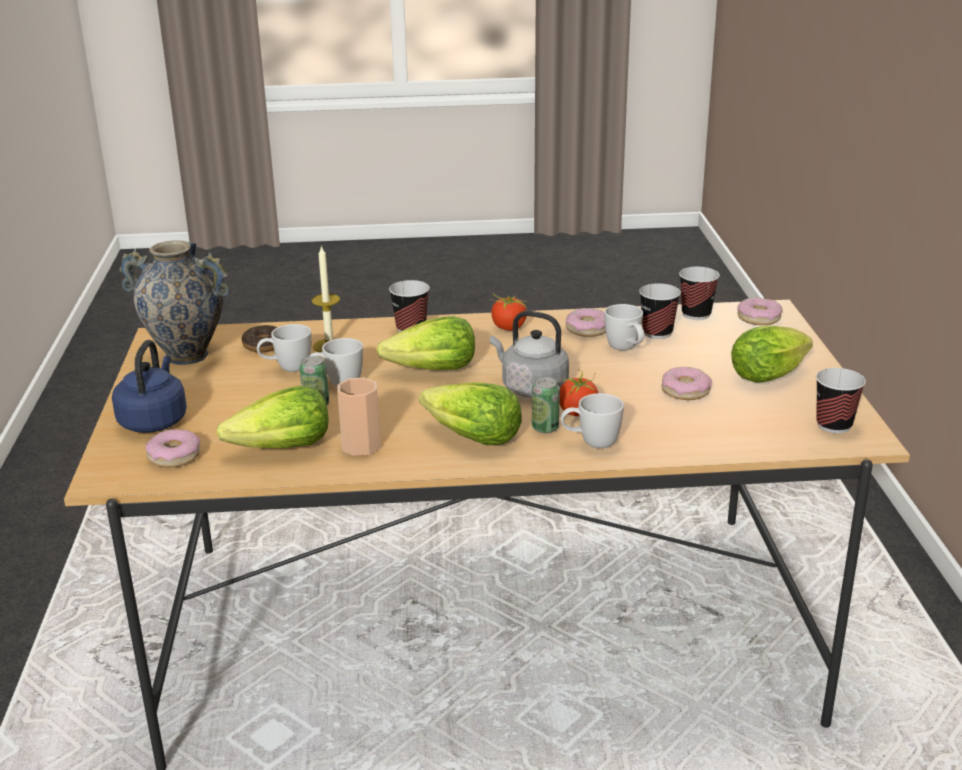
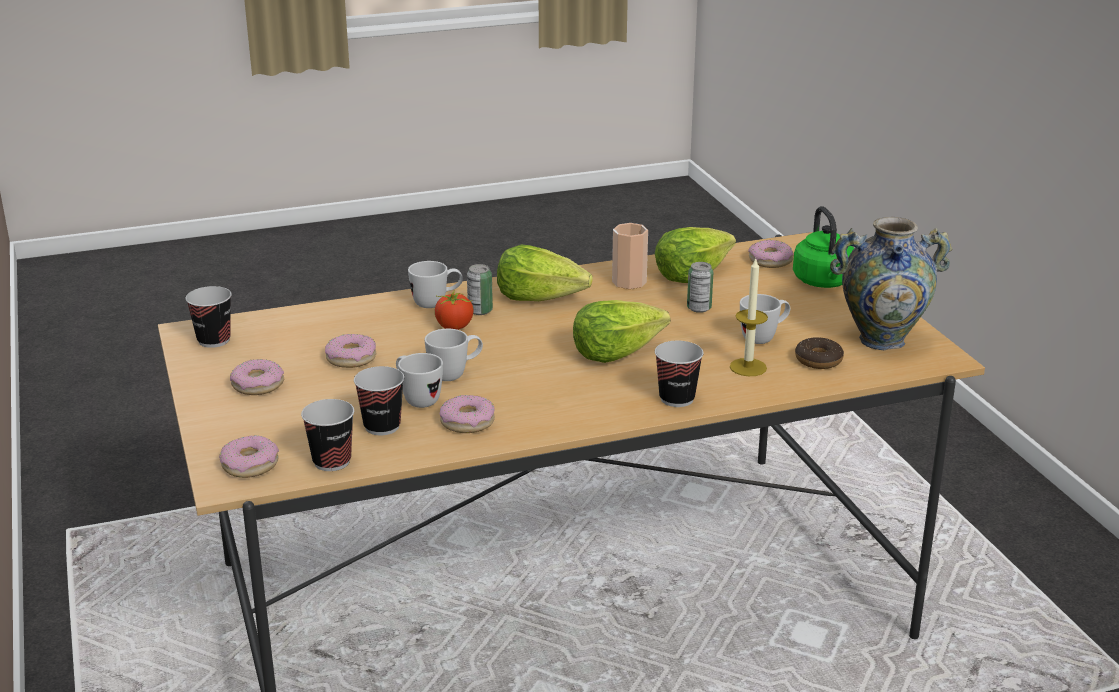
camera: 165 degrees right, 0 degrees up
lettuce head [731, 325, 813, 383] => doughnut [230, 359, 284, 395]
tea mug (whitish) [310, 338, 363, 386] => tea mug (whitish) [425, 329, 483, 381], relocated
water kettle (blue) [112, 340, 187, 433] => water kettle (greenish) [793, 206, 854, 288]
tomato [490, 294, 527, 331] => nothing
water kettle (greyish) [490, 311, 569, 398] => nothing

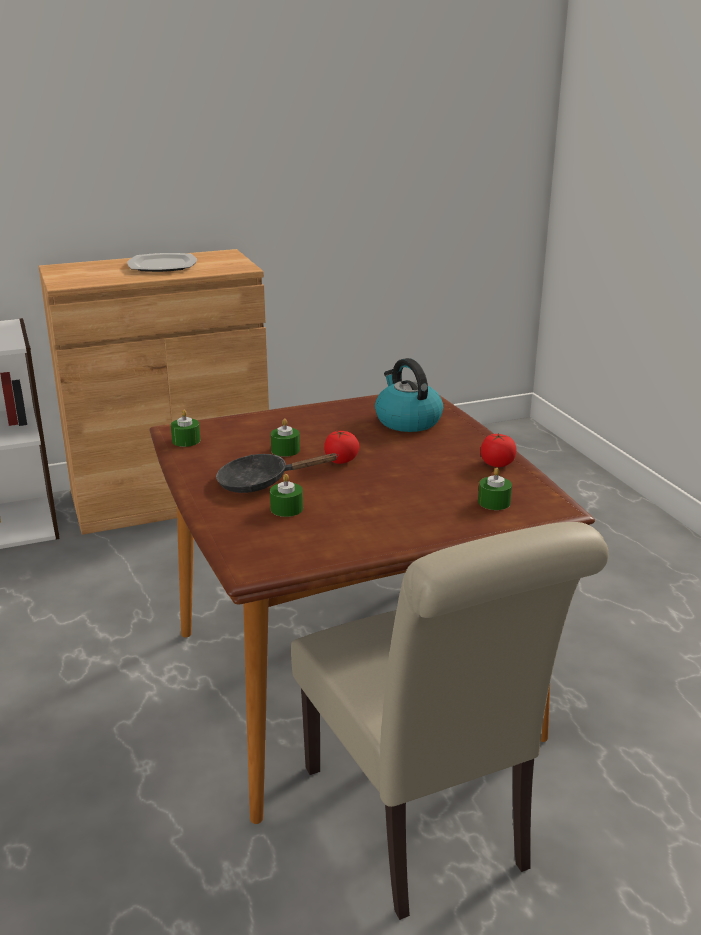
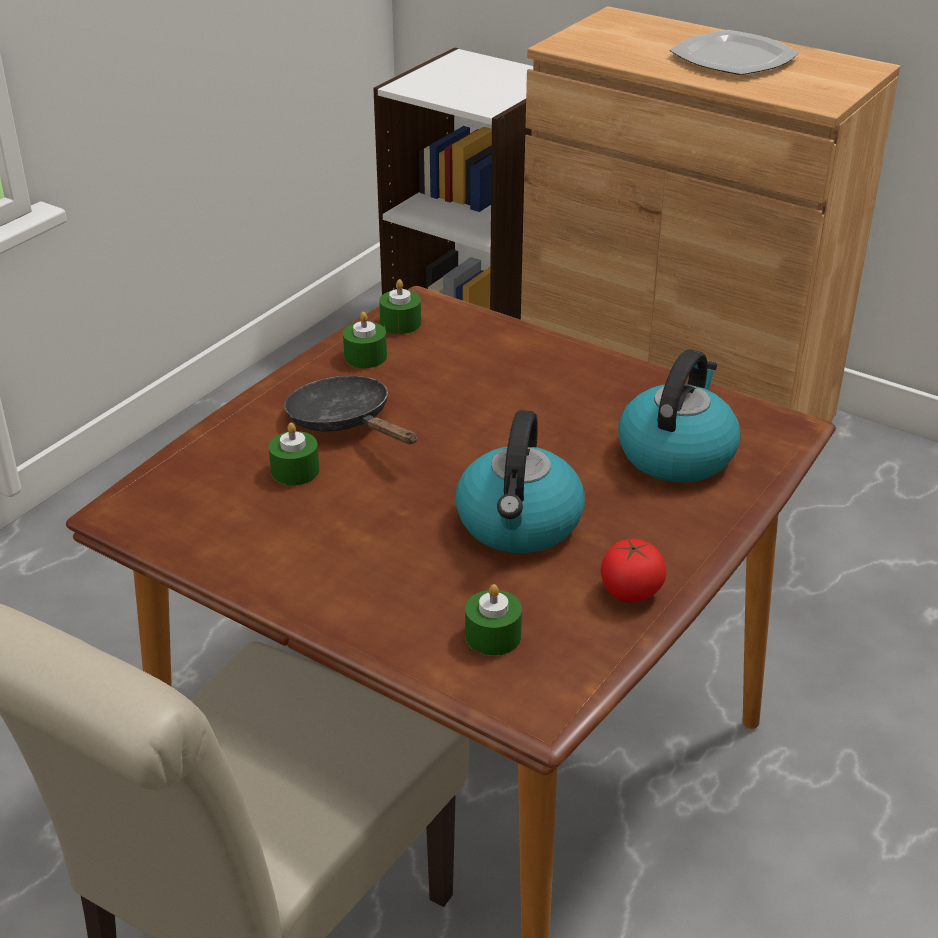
camera: 55 degrees right, 10 degrees up
wax candle (greenish) [271, 418, 300, 457] => wax candle (greenish) [343, 312, 387, 368], relocated
nothing => water kettle [455, 410, 585, 553]
tomato [324, 430, 359, 464] => nothing

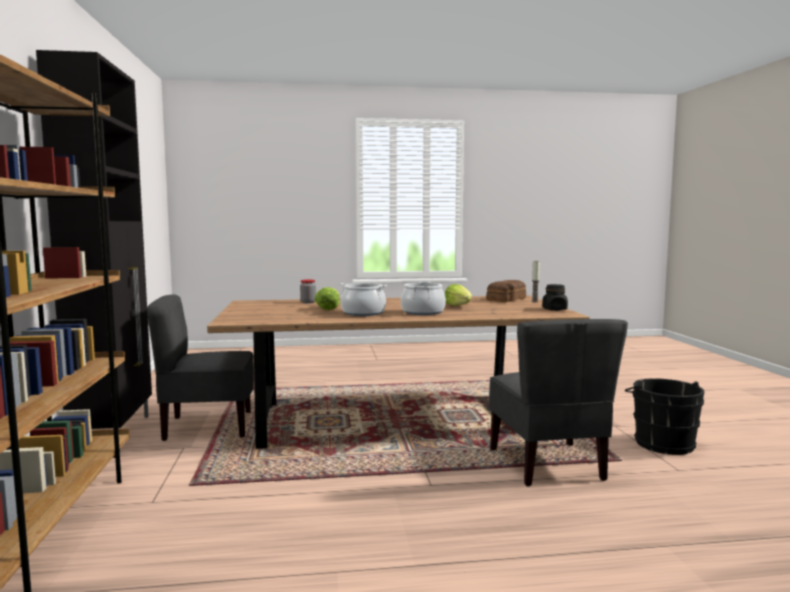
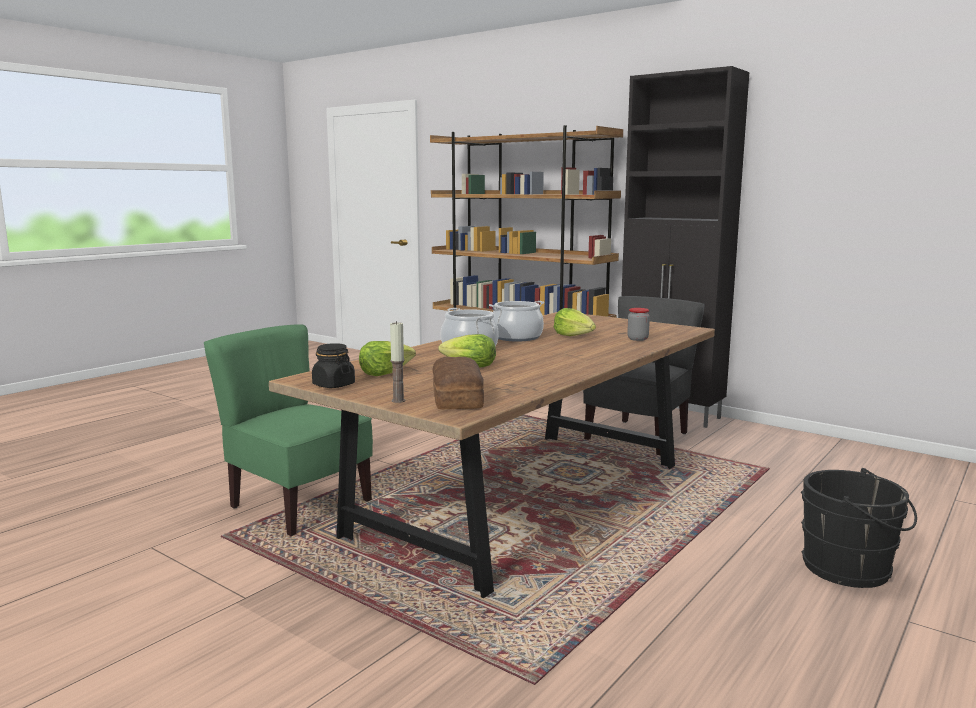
camera: 135 degrees right, 5 degrees up
upright chair (greyish) [489, 319, 628, 486] => upright chair (greenish) [204, 324, 373, 536]
nothing => lettuce head [359, 341, 416, 376]
bucket (black) [625, 378, 704, 455] => bucket (black) [801, 468, 917, 588], relocated

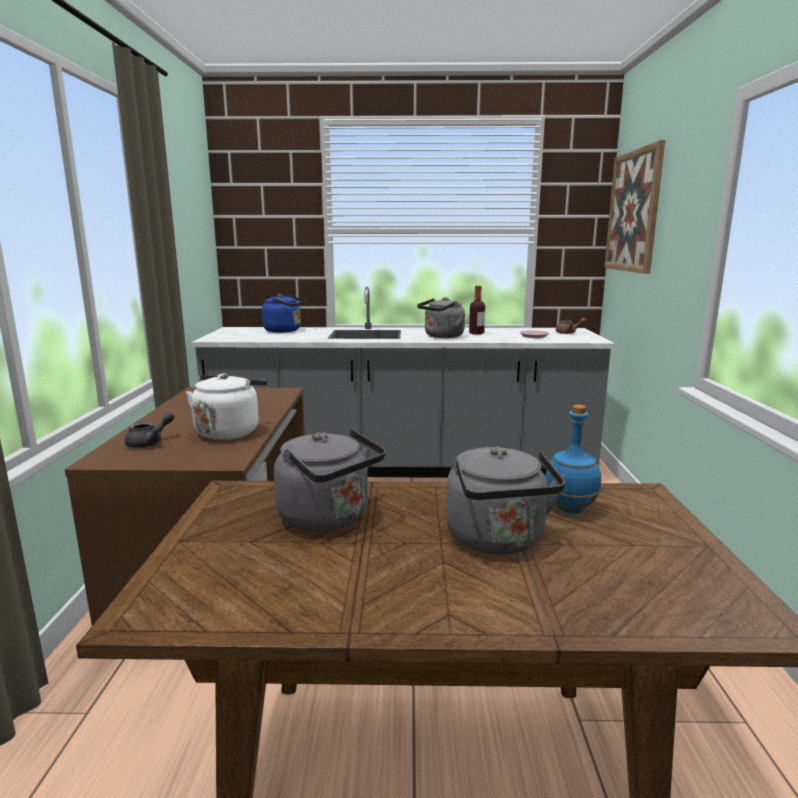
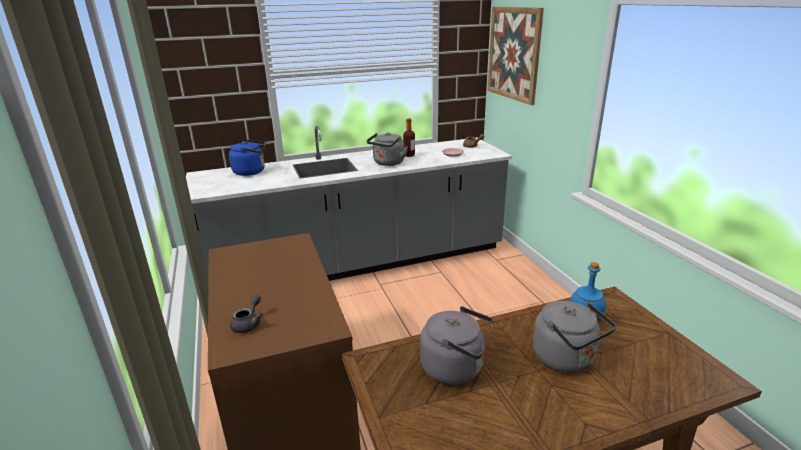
camera: 20 degrees left, 10 degrees up
water kettle (whitish) [186, 373, 267, 440] => nothing

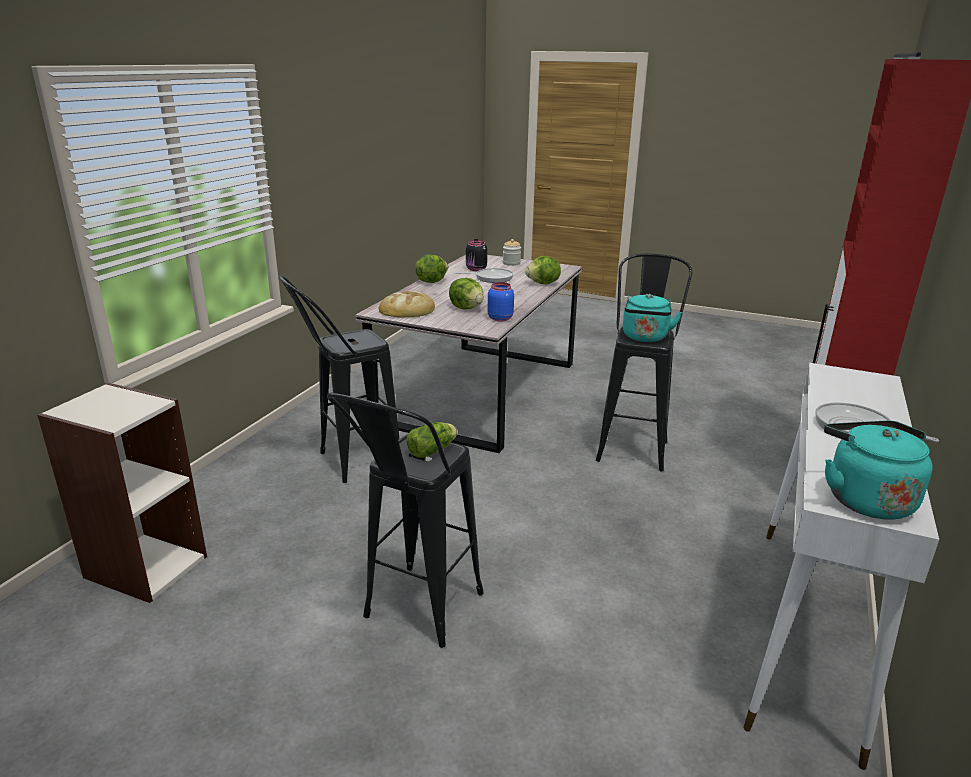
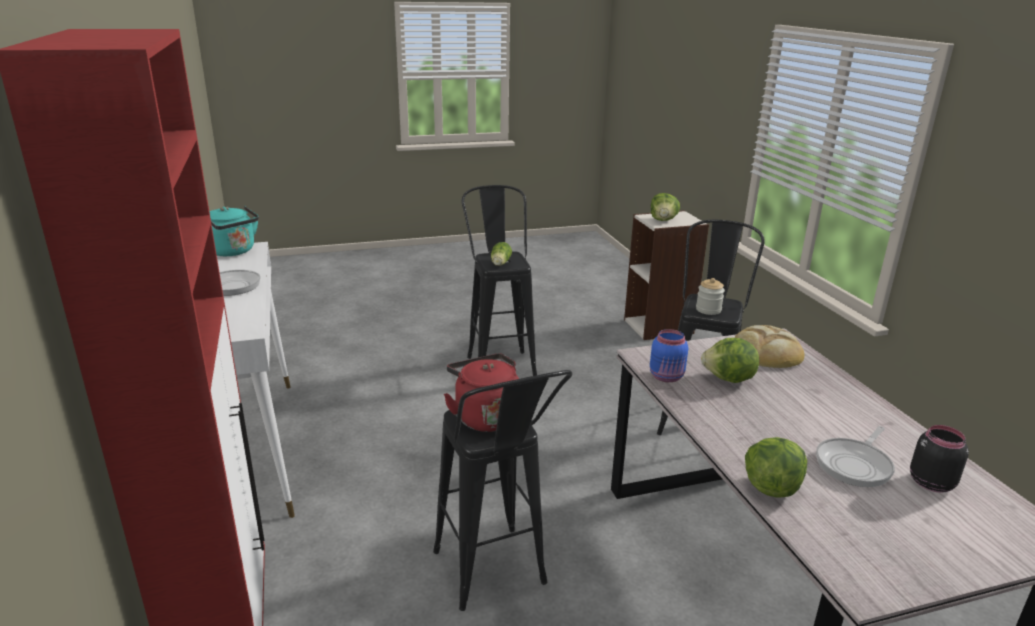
camera: 140 degrees right, 0 degrees up
water kettle (turquoise) [623, 294, 682, 342] => water kettle (red) [444, 354, 519, 432]
lettuce head [415, 255, 448, 283] => lettuce head [651, 193, 680, 221], relocated
jar [503, 239, 521, 266] => jar [696, 278, 725, 315], relocated

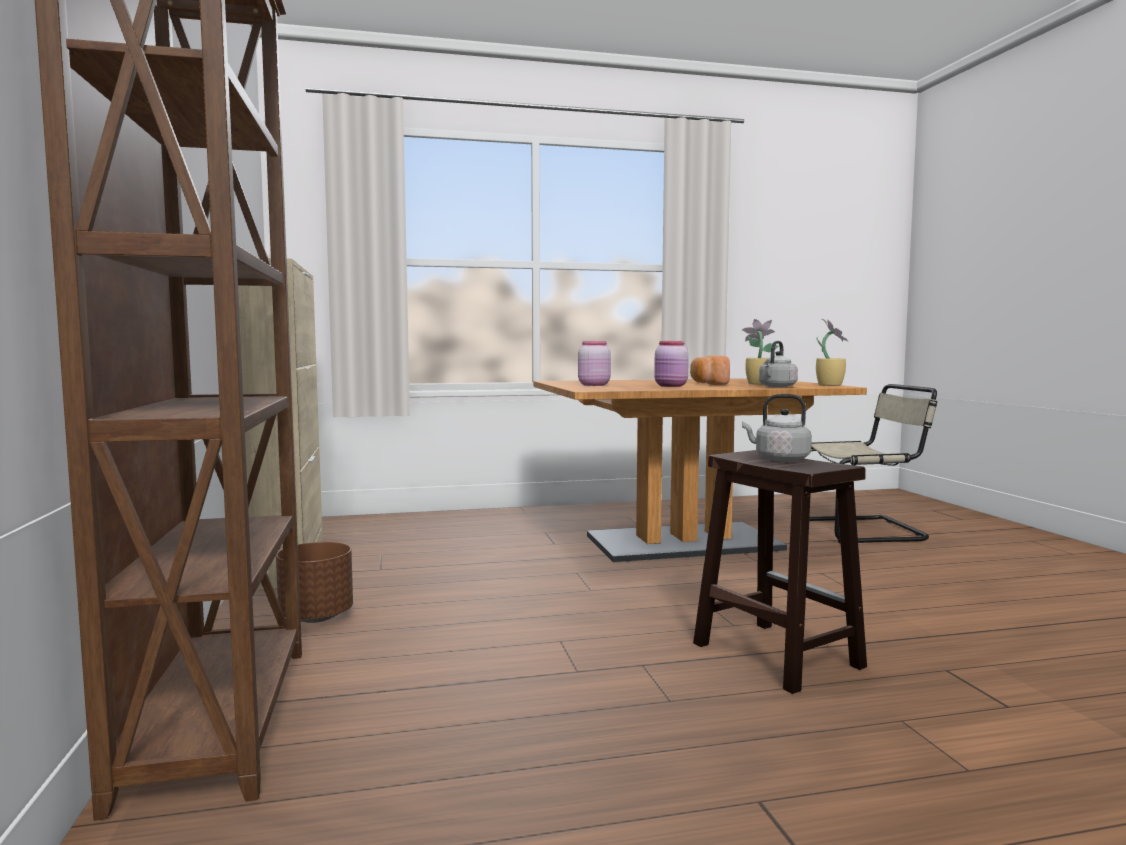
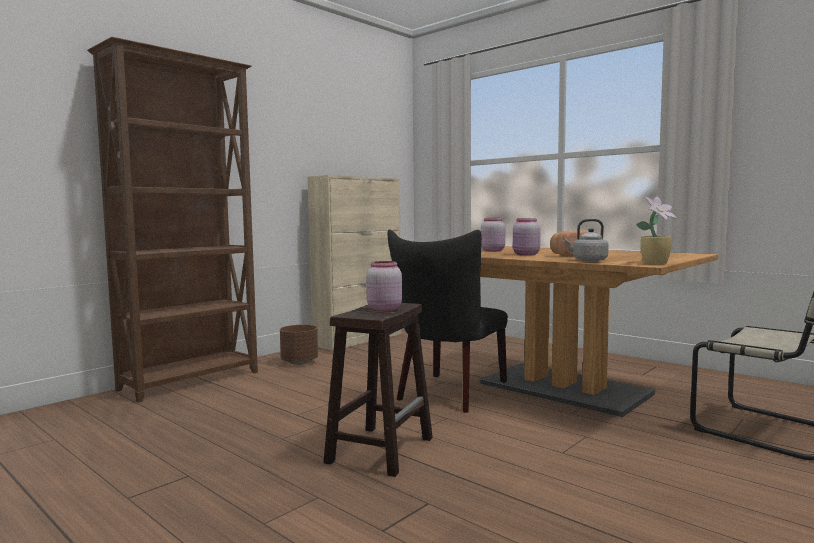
camera: 55 degrees right, 0 degrees up
water kettle (greyish) [742, 394, 812, 462] => jar (pink) [366, 261, 402, 311]
nothing => upright chair (black) [387, 230, 508, 413]
potted plant [742, 319, 779, 385] => nothing

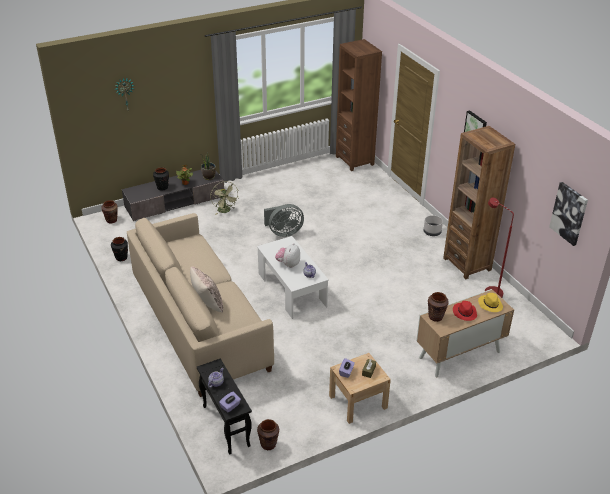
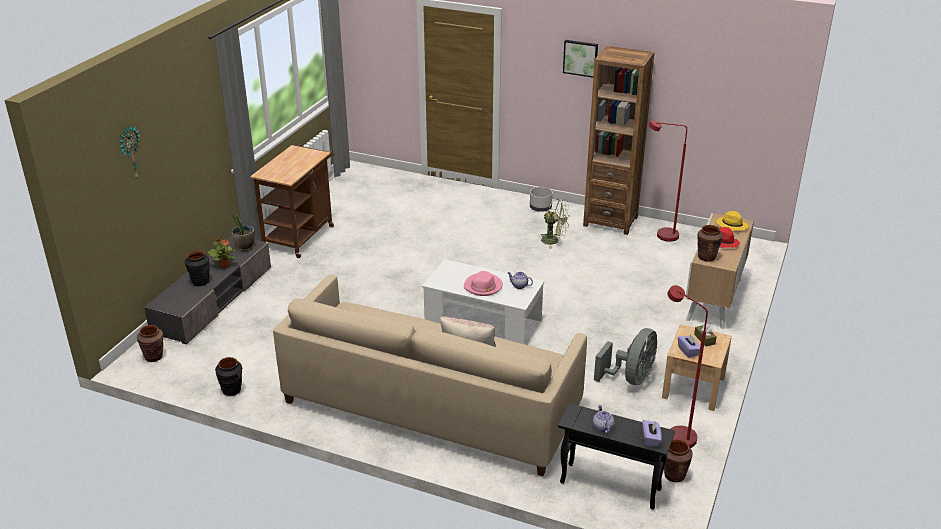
camera: 40 degrees left, 5 degrees down
nothing => cart (brown-coloured) [250, 145, 334, 258]
cuddly toy [275, 243, 300, 268] => clothing hat (pink) [464, 271, 503, 296]
electric fan (greenish) [210, 182, 238, 215] => electric fan (greenish) [538, 199, 570, 249], relocated
electric fan (greyish) [264, 204, 304, 237] => electric fan (greyish) [594, 328, 657, 385], relocated
nothing => standing lamp (red) [667, 285, 708, 448]
bookcase (brown-coloured) [336, 39, 382, 171] => nothing
wall picture [549, 182, 588, 246] => nothing

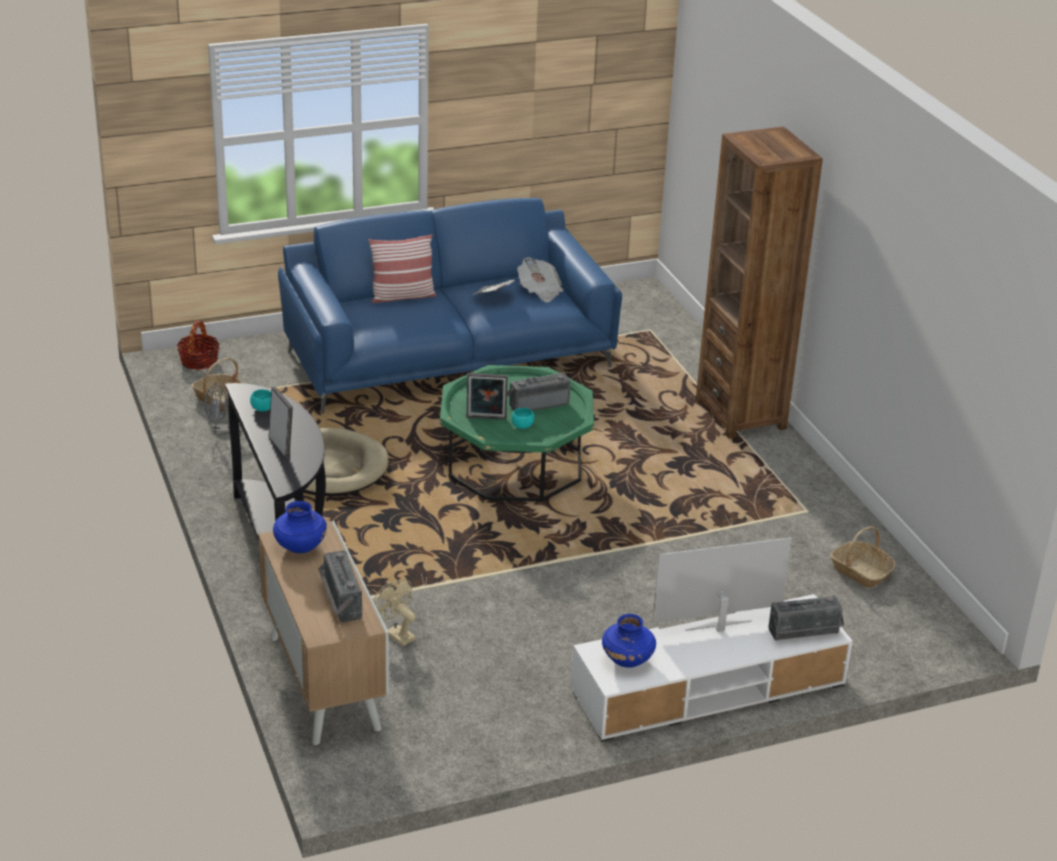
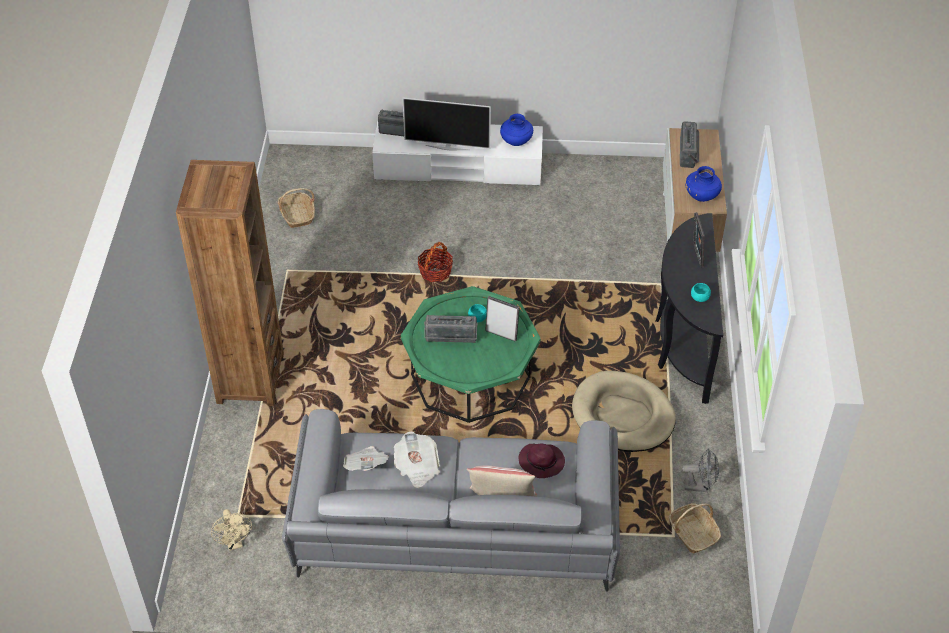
camera: 155 degrees left, 15 degrees up
electric fan (sand-coloured) [374, 579, 416, 646] => electric fan (sand-coloured) [211, 509, 252, 551], relocated
couch (blue) [278, 198, 622, 414] => couch (greyish) [282, 409, 620, 591]
household basket [177, 321, 220, 370] => household basket [418, 242, 453, 282], relocated
nothing => clothing hat (purple-coloured) [519, 444, 565, 478]

